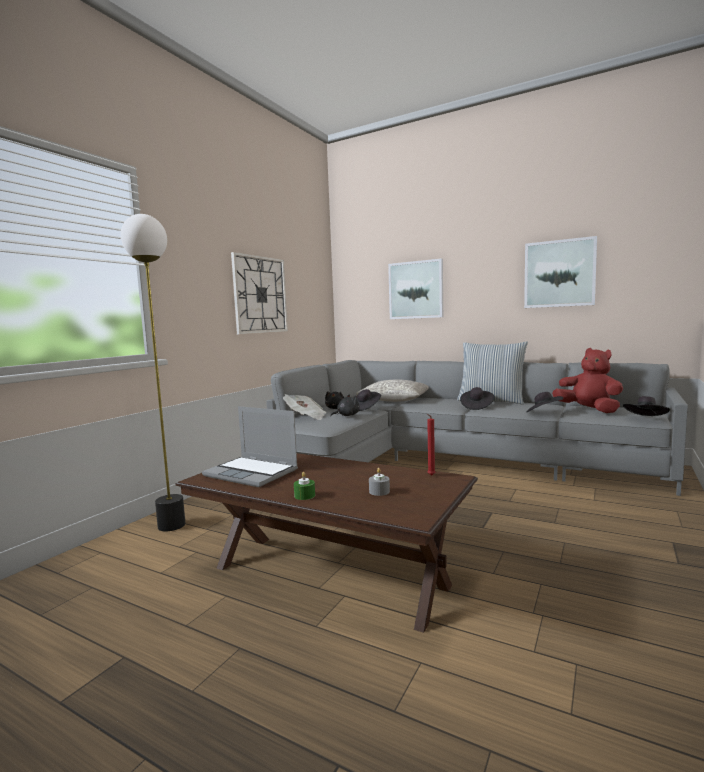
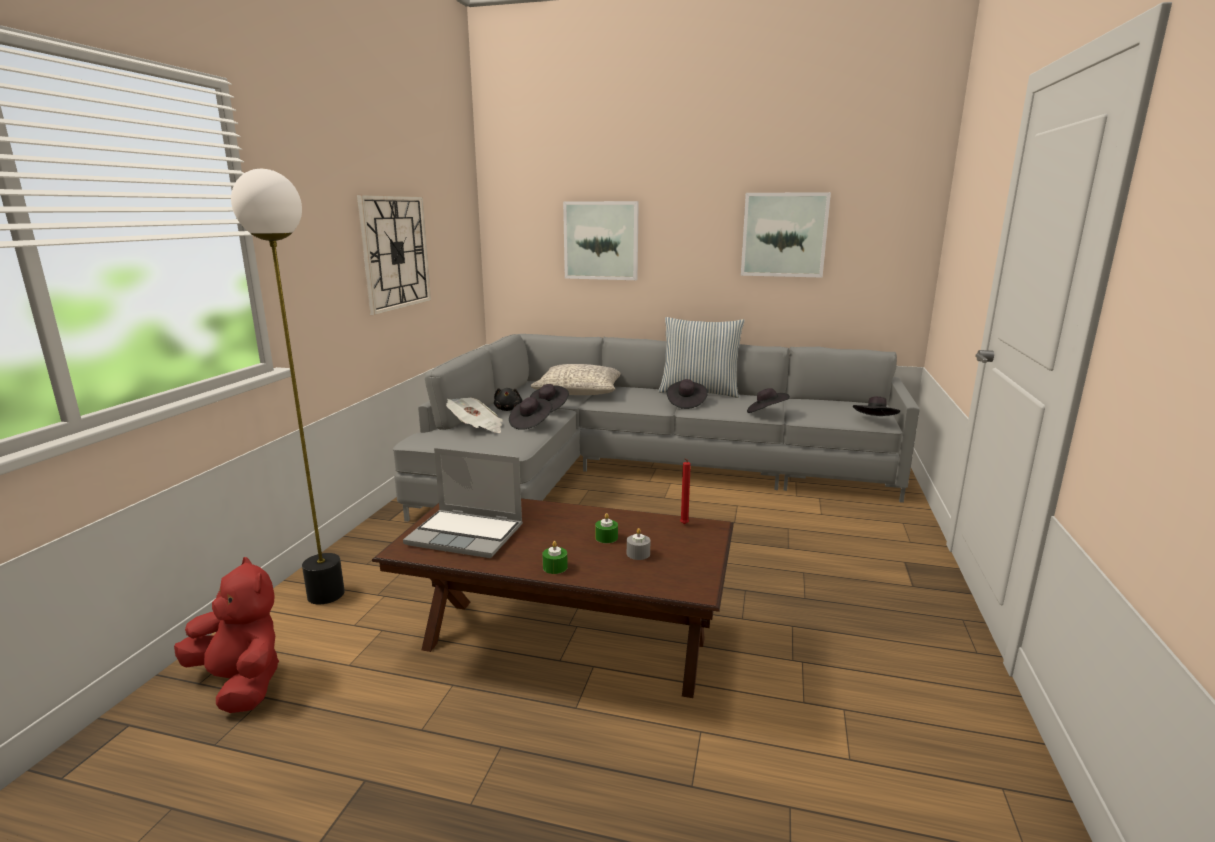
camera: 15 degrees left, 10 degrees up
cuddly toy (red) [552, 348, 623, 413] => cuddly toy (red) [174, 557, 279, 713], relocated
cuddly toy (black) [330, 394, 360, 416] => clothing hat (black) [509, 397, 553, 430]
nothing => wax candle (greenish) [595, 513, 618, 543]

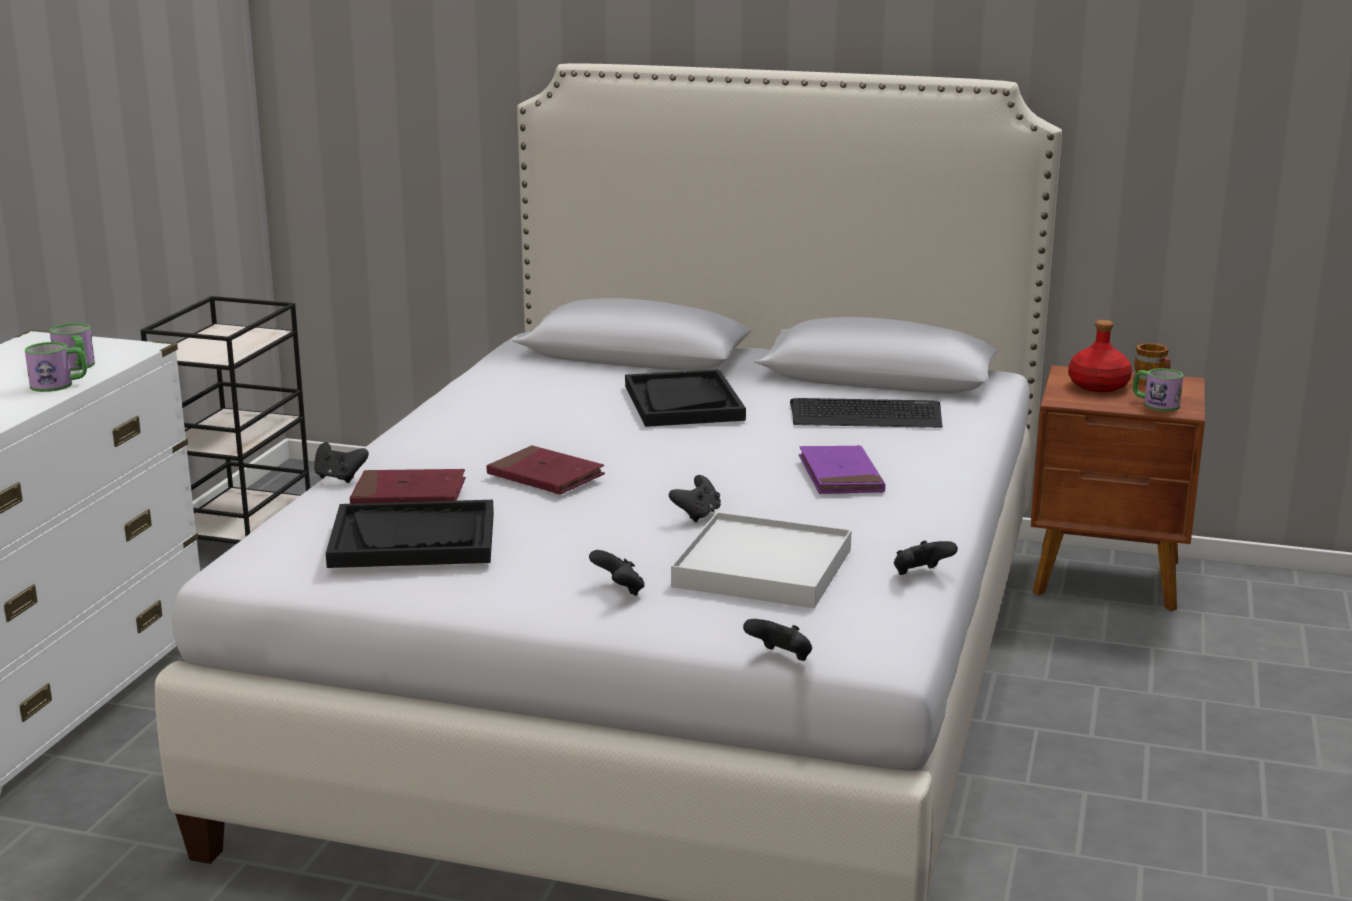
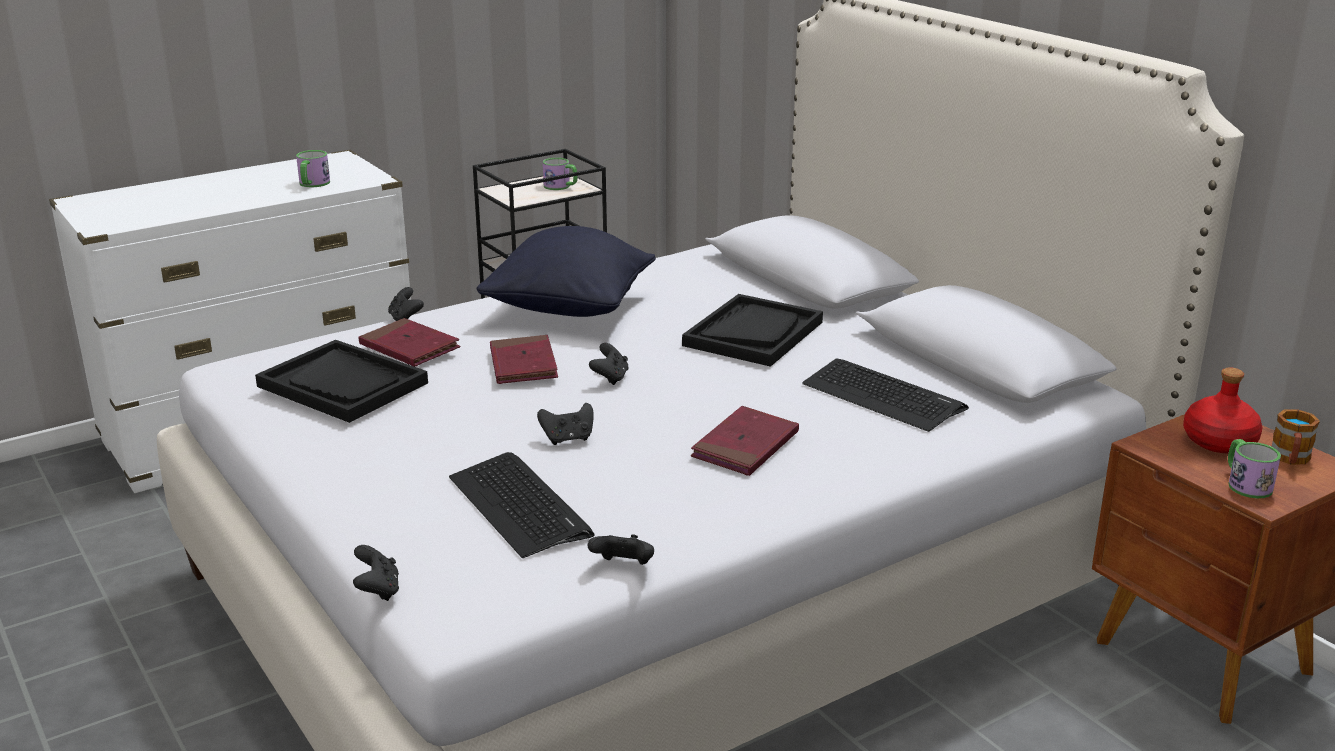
camera: 40 degrees right, 5 degrees up
serving tray (whitish) [671, 512, 852, 608] => PC keyboard [449, 452, 594, 558]
nothing => cushion (black) [477, 226, 656, 317]
tea mug [25, 342, 87, 392] => tea mug [543, 158, 578, 190], relocated
joypad (black) [589, 550, 645, 596] => joypad (black) [589, 343, 629, 385], relocated
book (purple-coloured) [799, 445, 885, 494] => book (red) [691, 406, 799, 476]

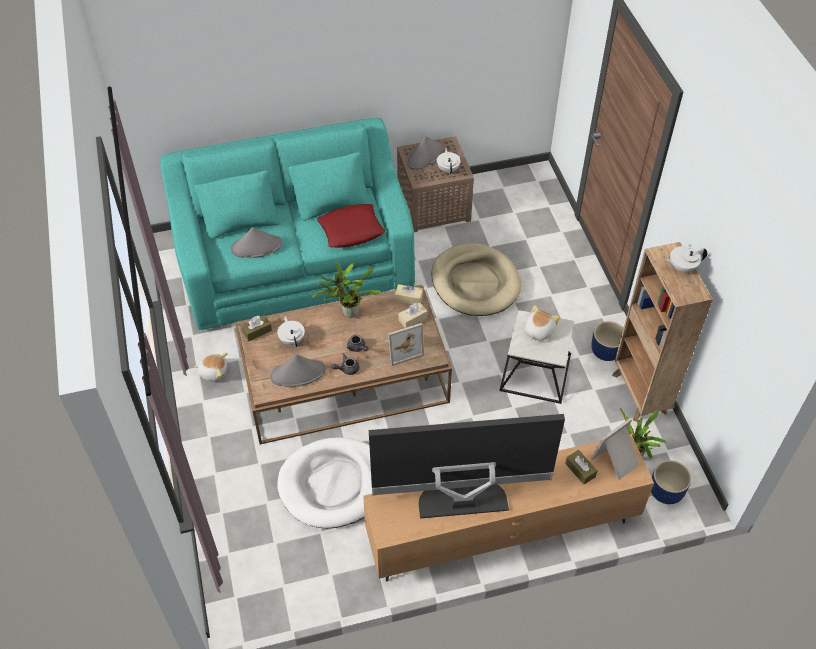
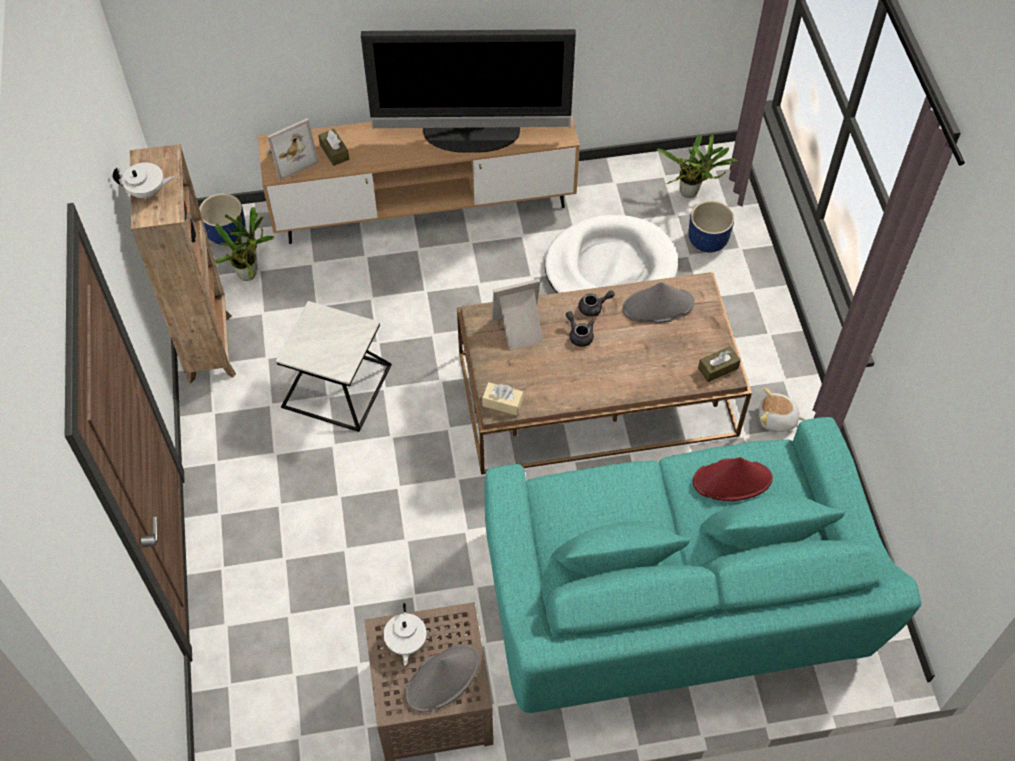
camera: 175 degrees left, 5 degrees up
potted plant [312, 263, 381, 318] => potted plant [657, 134, 738, 198], relocated
flower pot (blue) [591, 321, 624, 361] => flower pot (blue) [688, 201, 734, 252], relocated
clothing hat (greyish) [231, 227, 282, 258] => clothing hat (red) [693, 457, 773, 501]
tea pot (whitish) [277, 316, 305, 347] => nothing
cushion (red) [317, 204, 385, 248] => nothing
box of tissues (sand-coloured) [399, 302, 427, 328] => nothing
pet bed (sand-coloured) [432, 243, 522, 316] => nothing
cuddly toy [525, 305, 560, 341] => nothing

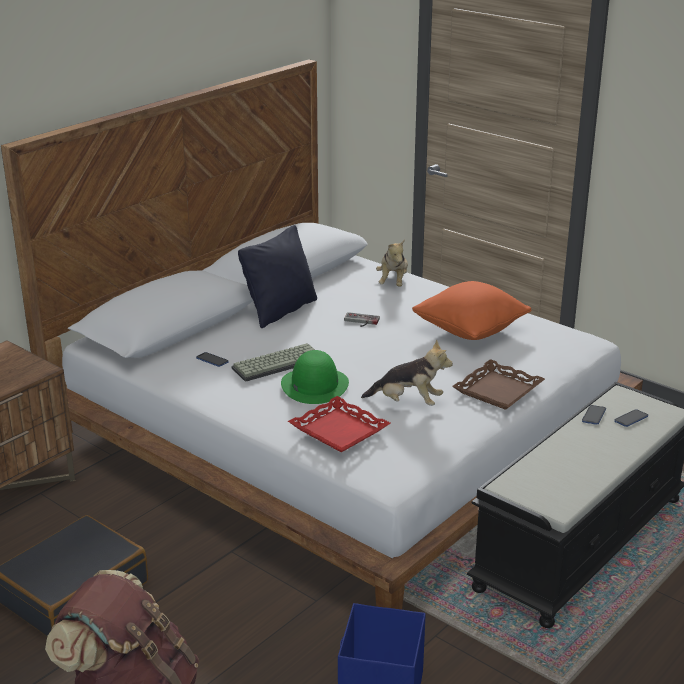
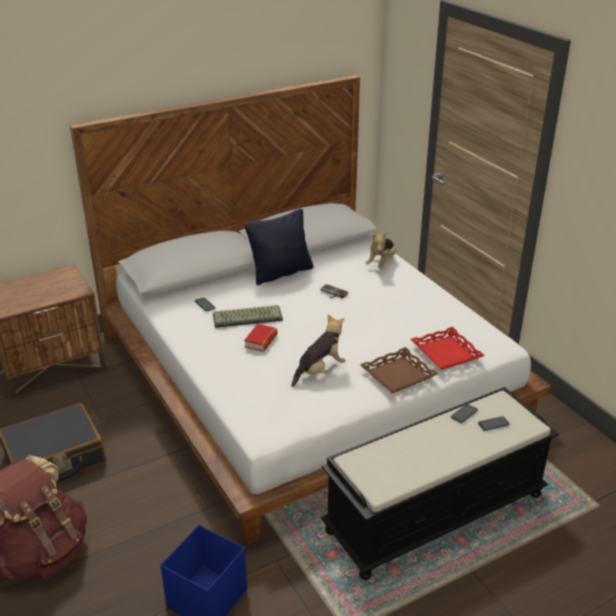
camera: 20 degrees right, 5 degrees up
clothing hat (greenish) [281, 350, 349, 404] => book [244, 324, 277, 352]
cuddly toy [361, 339, 453, 406] => cuddly toy [291, 315, 345, 387], 75 degrees counterclockwise
serving tray (red) [288, 396, 391, 452] => serving tray (red) [410, 327, 485, 370], relocated
cushion (orange) [412, 281, 531, 340] => nothing

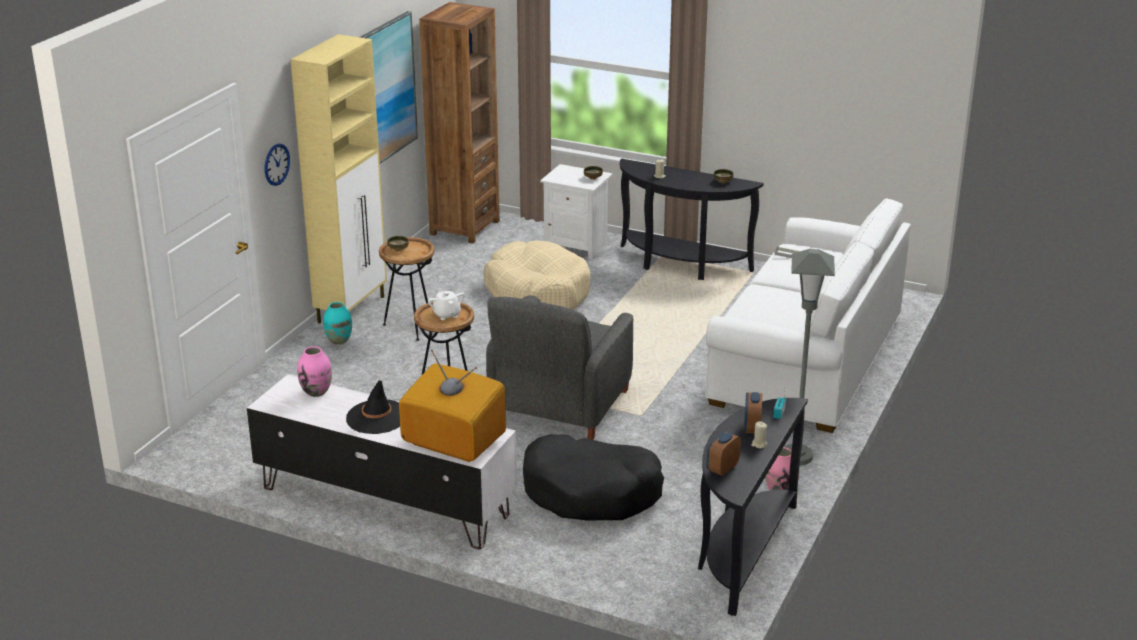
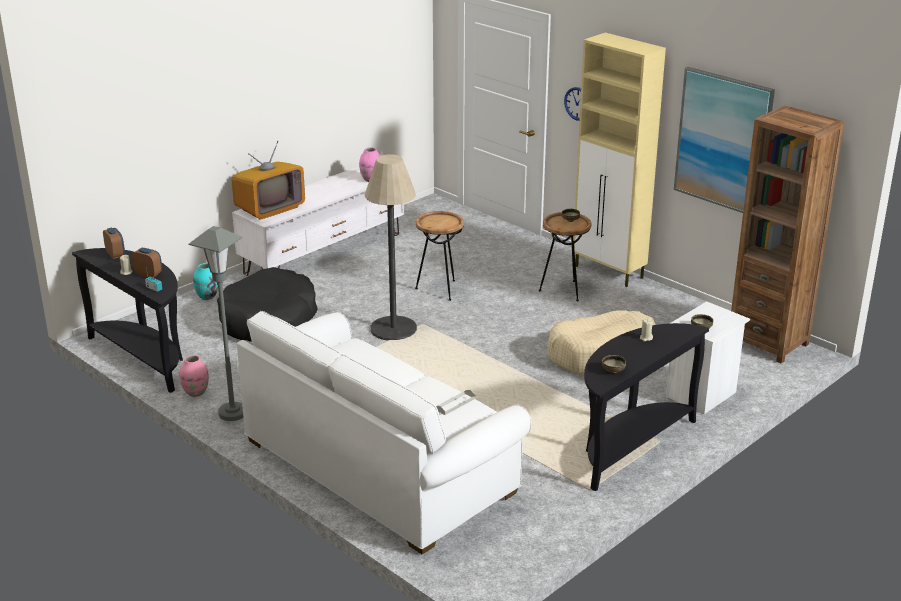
camera: 110 degrees right, 0 degrees up
decorative vase (turquoise) [323, 302, 352, 344] => decorative vase (turquoise) [193, 263, 218, 300], relocated
lounge chair (greyish) [486, 295, 633, 440] => standing lamp [365, 154, 417, 341]
clothing hat (black) [346, 380, 400, 434] => nothing
tea pot (whitish) [428, 288, 465, 320] => nothing

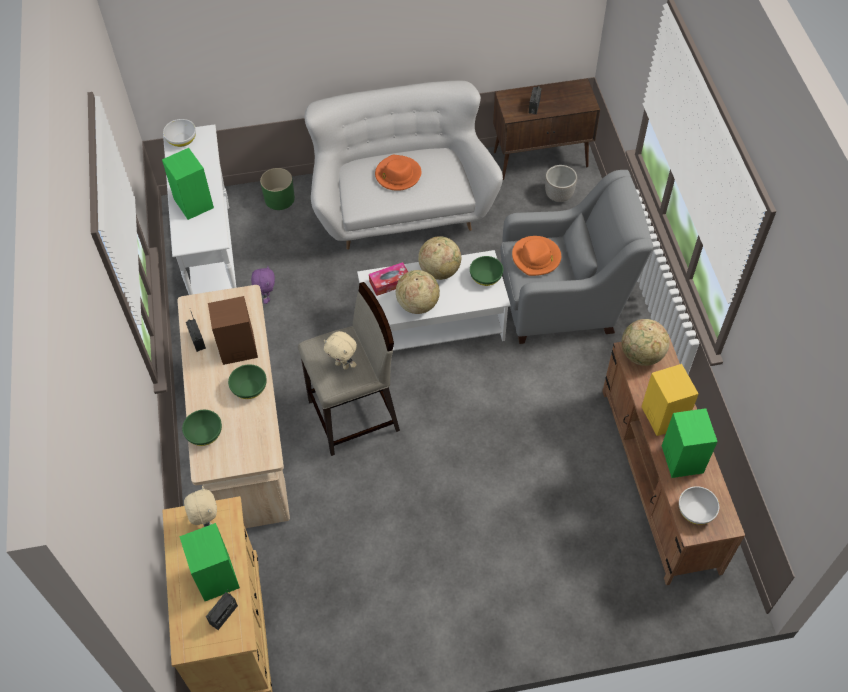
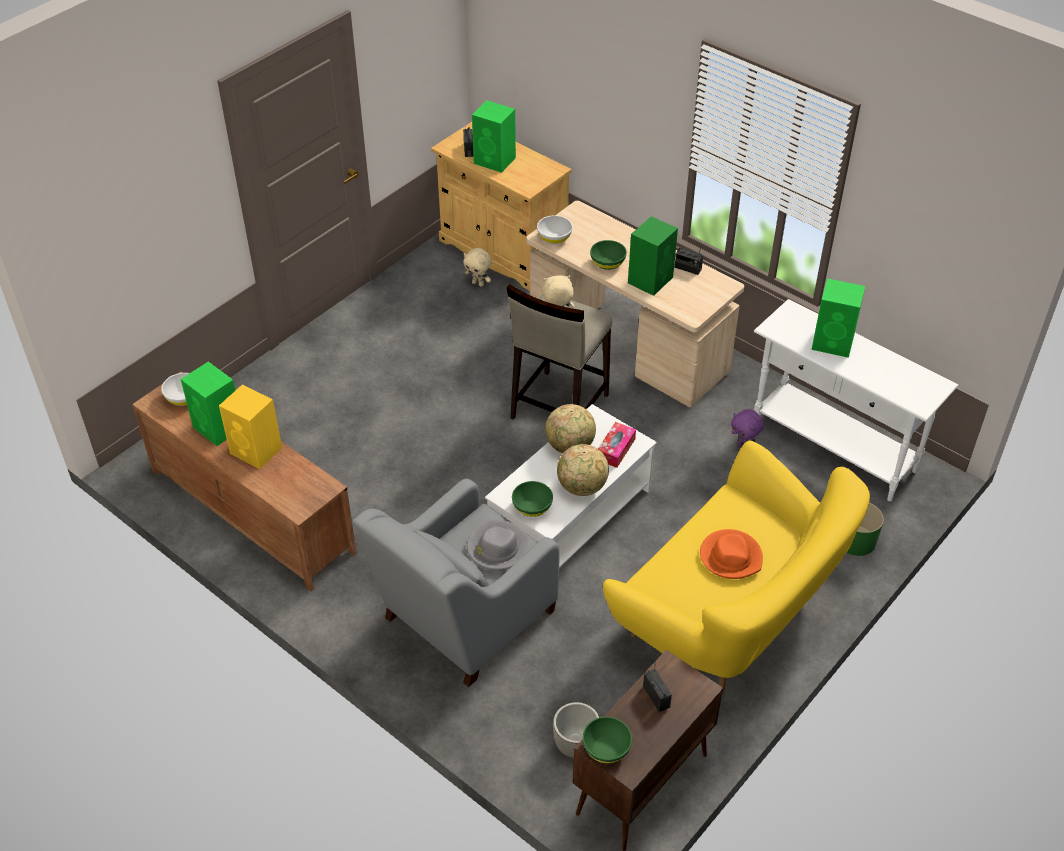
camera: 140 degrees right, 10 degrees down
cuddly toy (sand-coloured) [184, 486, 217, 527] => cuddly toy (sand-coloured) [463, 248, 492, 287], relocated
clothing hat (orange) [512, 236, 561, 276] => clothing hat (greyish) [467, 520, 530, 570]
bowl (whitish) [163, 119, 196, 147] => bowl (whitish) [537, 215, 573, 244], relocated
bowl (greenish) [182, 410, 222, 446] => bowl (greenish) [583, 717, 632, 763], relocated
couch (whitish) [305, 81, 503, 250] => couch (yellow-coloured) [603, 441, 870, 695]
speaker (brown-coloured) [208, 296, 258, 365] => speaker (greenish) [628, 216, 678, 296]
desk globe [622, 319, 669, 366] => nothing

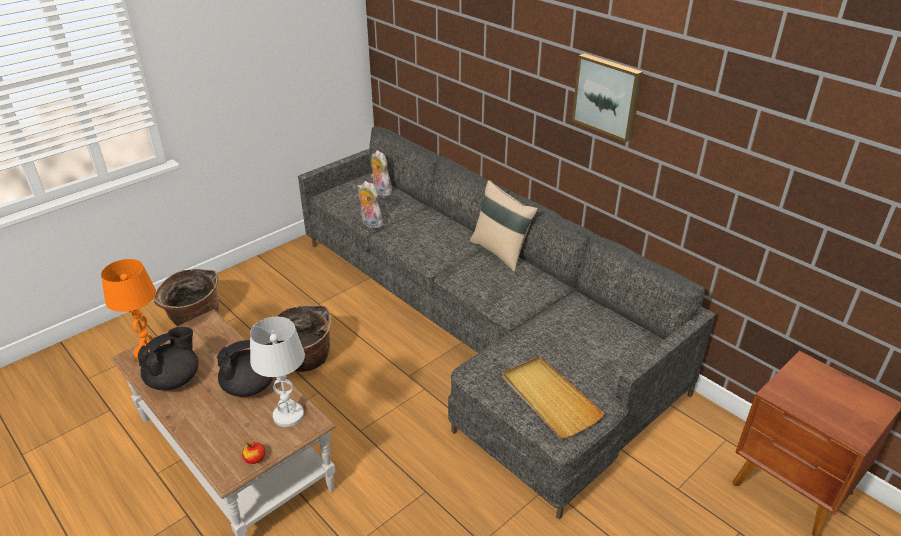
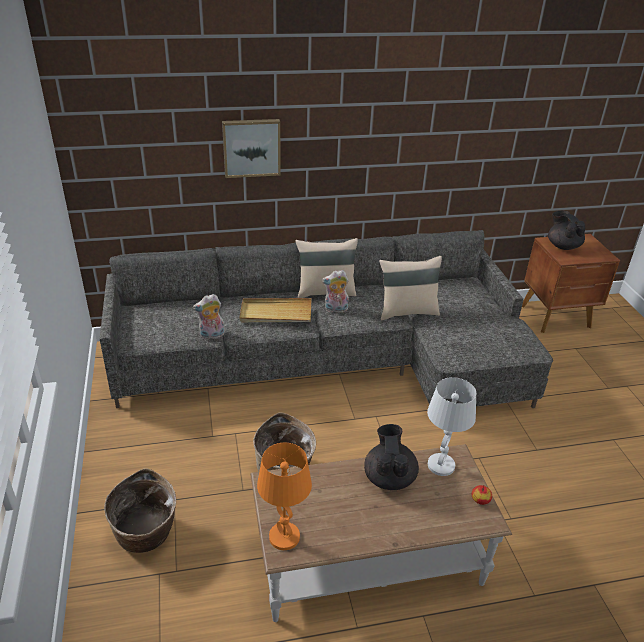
camera: 60 degrees left, 0 degrees up
wall picture [572, 53, 643, 142] => wall picture [222, 119, 281, 178], relocated
serving tray (sand-coloured) [502, 356, 605, 438] => serving tray (sand-coloured) [239, 298, 311, 322], relocated
cuddly toy [371, 150, 392, 196] => cuddly toy [322, 270, 349, 313], relocated
nothing => cushion (sand-coloured) [379, 256, 442, 320]
tea pot (black) [138, 327, 199, 390] => tea pot (black) [548, 210, 585, 250], relocated

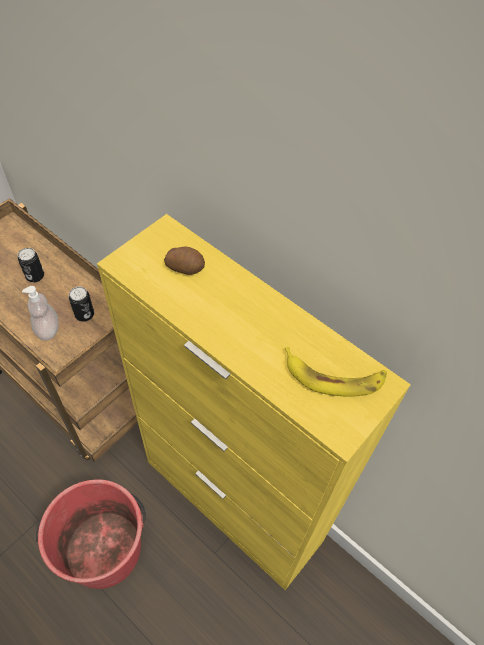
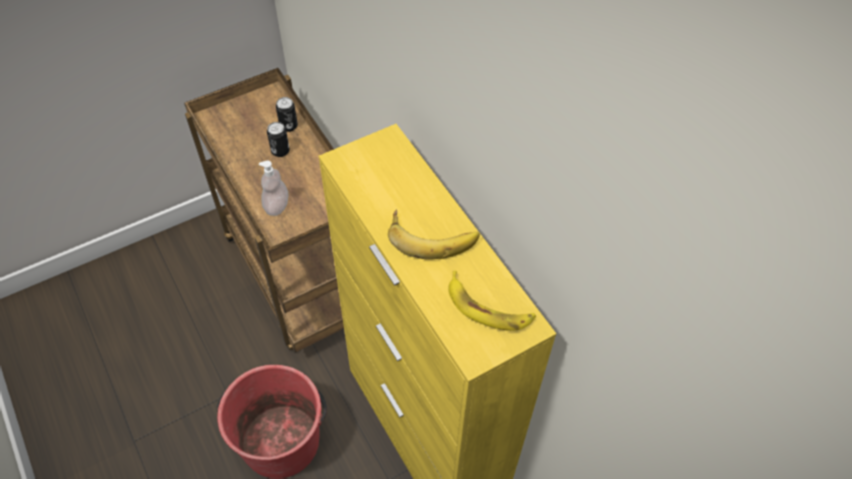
camera: 20 degrees right, 0 degrees up
sealed can [69, 287, 94, 322] => sealed can [276, 97, 298, 132], relocated
nothing => banana fruit [388, 209, 480, 260]
potato [164, 246, 205, 275] => nothing

